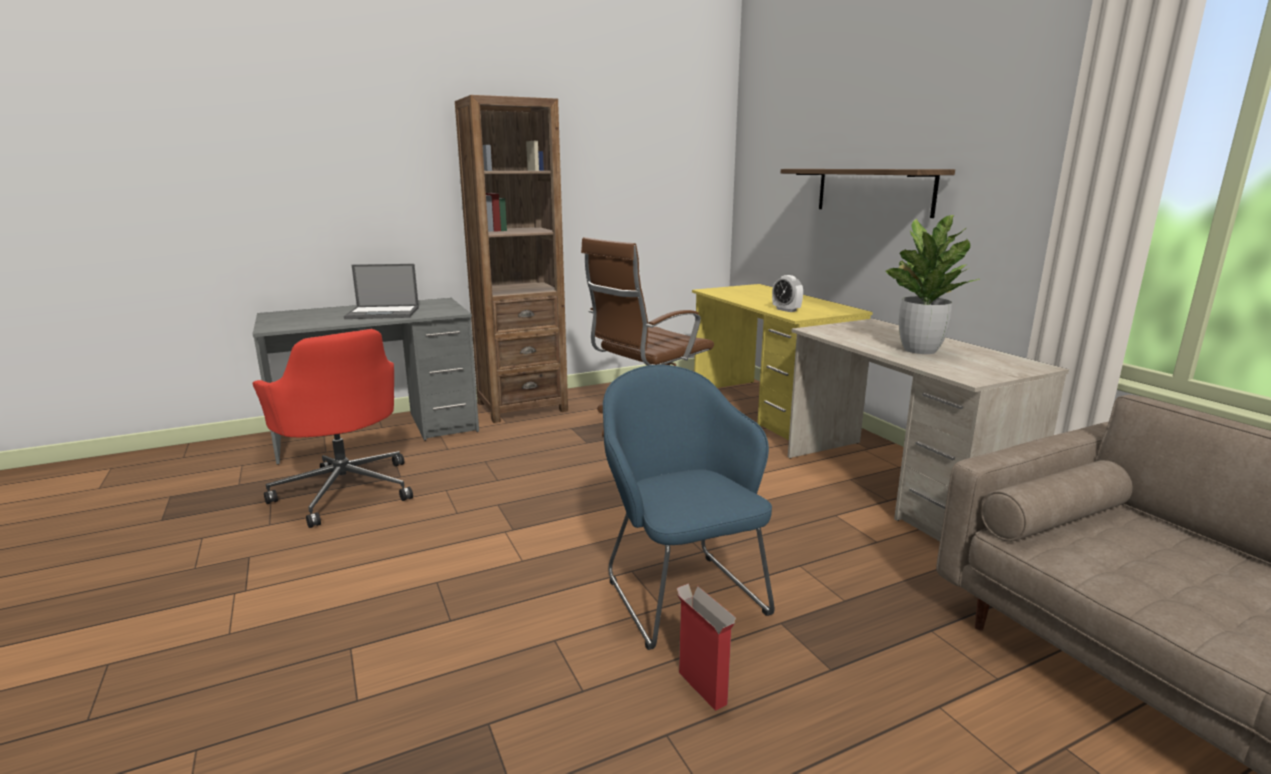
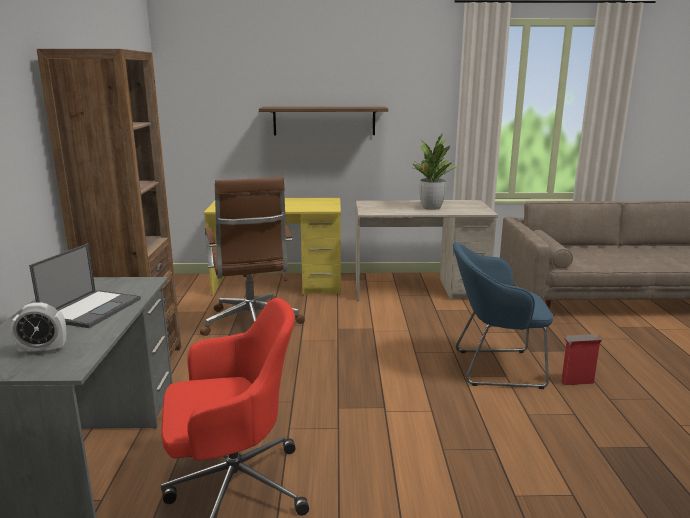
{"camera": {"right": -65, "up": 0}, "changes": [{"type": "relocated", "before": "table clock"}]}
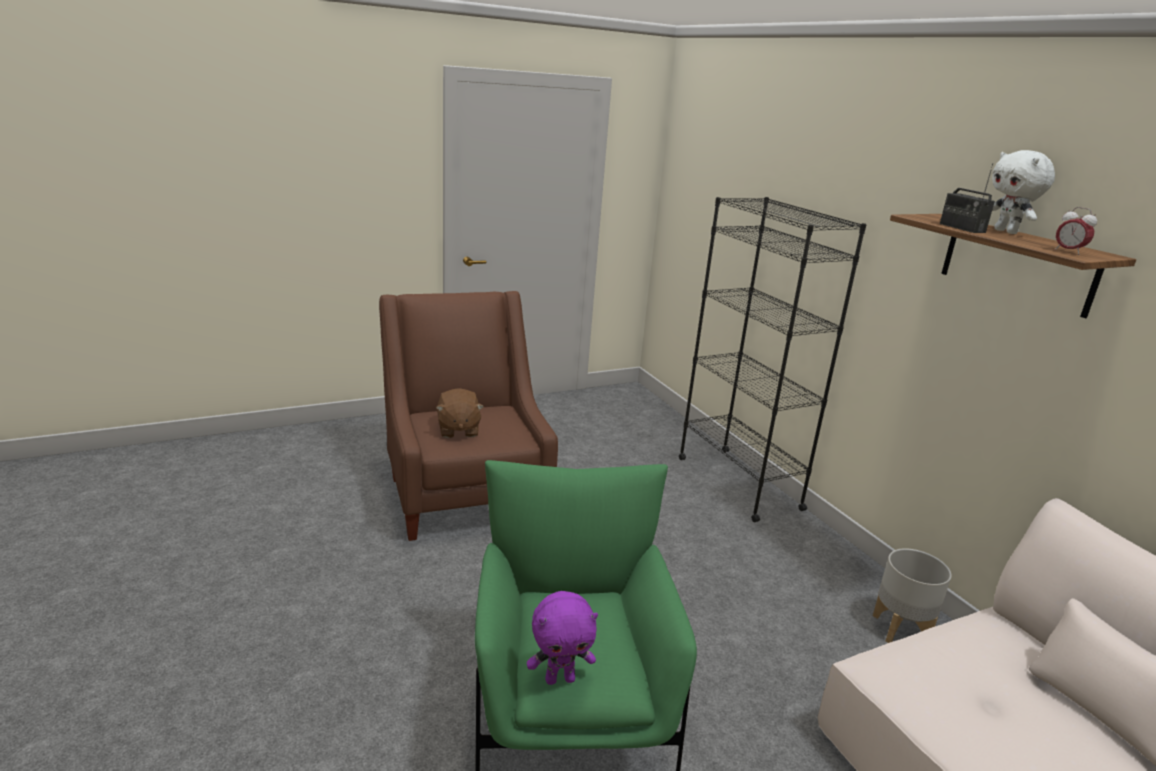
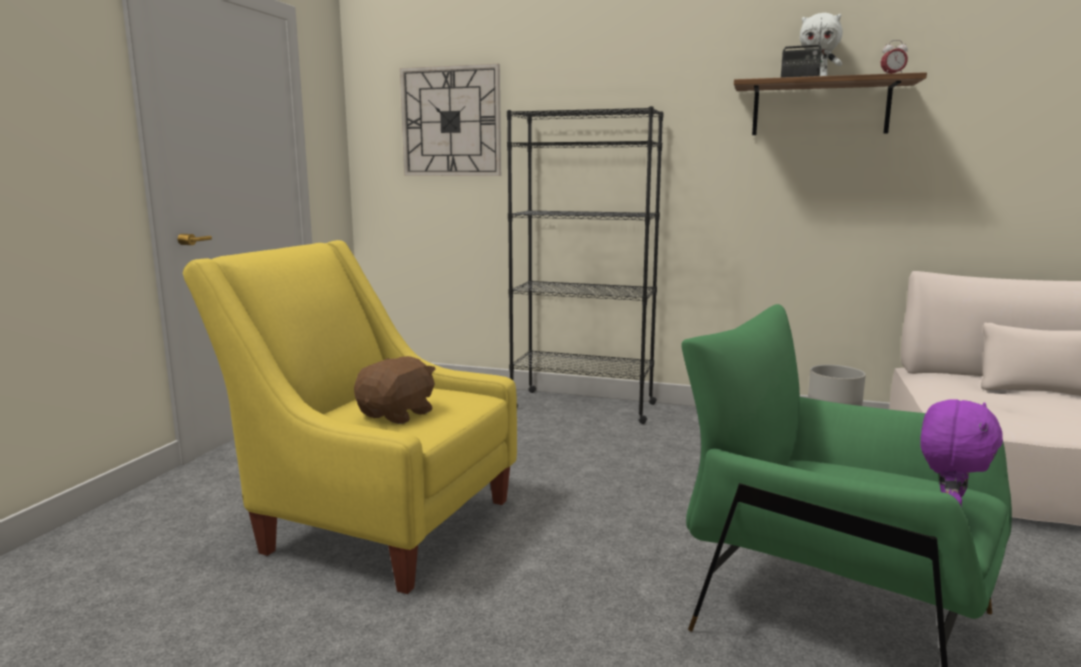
{"camera": {"right": -45, "up": -10}, "changes": [{"type": "colour", "before": "brown-coloured lounge chair", "after": "yellow-coloured lounge chair"}, {"type": "spun", "before": "brown-coloured soft toy", "turn": -90}, {"type": "appeared", "after": "clock on the wall"}]}
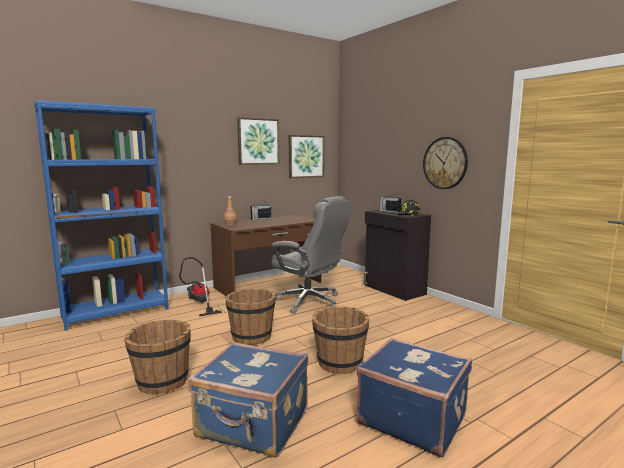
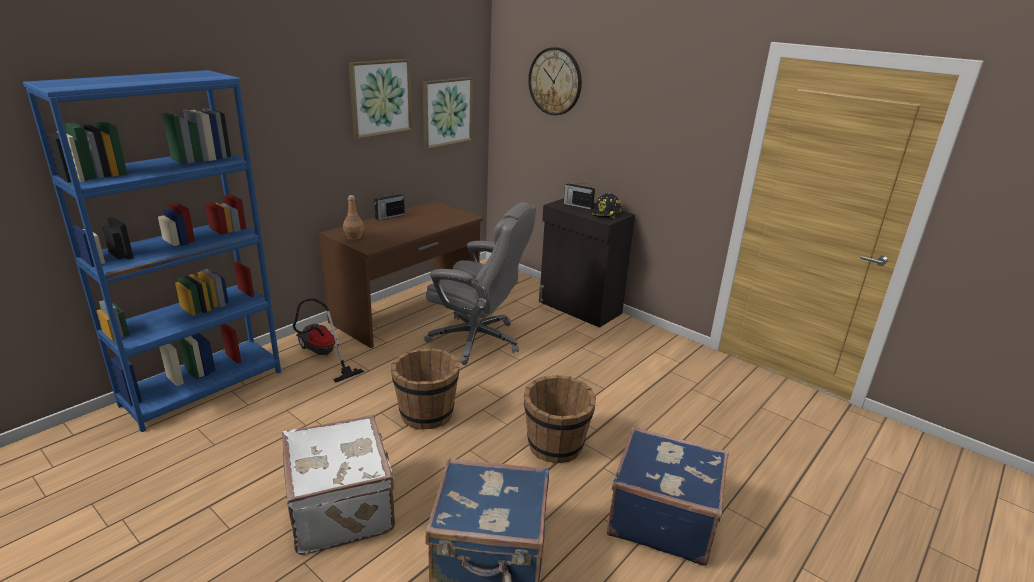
{"camera": {"right": -15, "up": 15}, "changes": [{"type": "exchanged", "before": "brown-coloured bucket (no. 1 from left)", "after": "white travel case"}, {"type": "relocated", "before": "clock on the wall"}]}
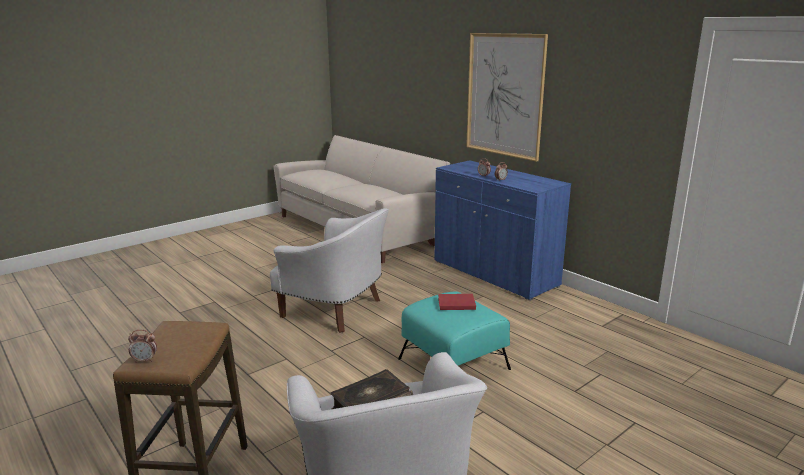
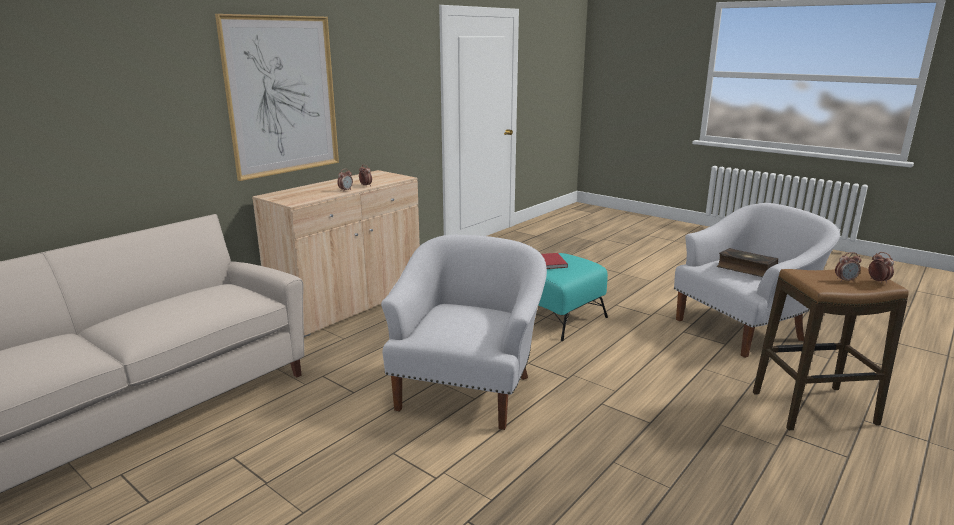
{"camera": {"right": -100, "up": 0}, "changes": [{"type": "colour", "before": "blue cupboard", "after": "beige-coloured cupboard"}, {"type": "appeared", "after": "table clock (no. 3 from left)"}]}
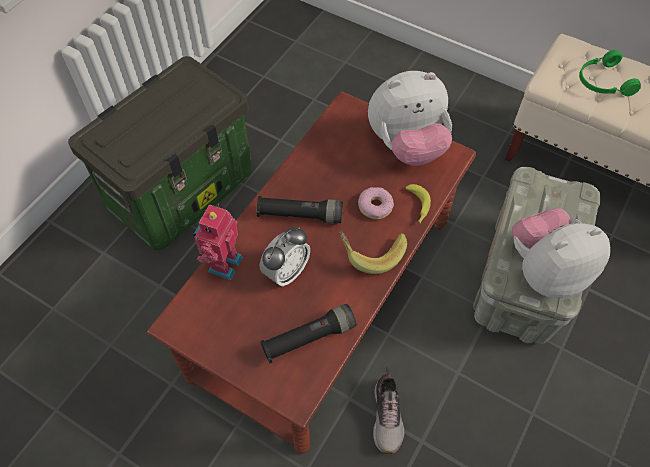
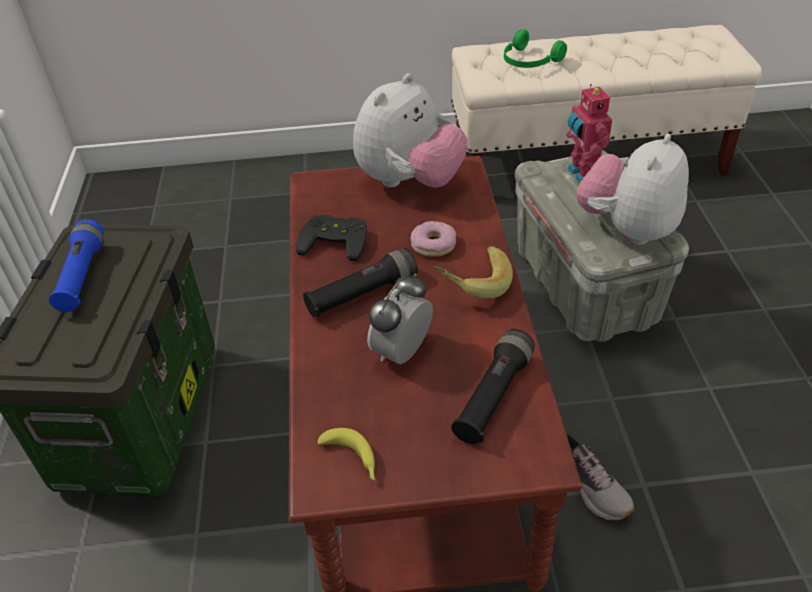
{"camera": {"right": -35, "up": -15}, "changes": [{"type": "relocated", "before": "robot figure"}, {"type": "spun", "before": "table clock", "turn": -150}, {"type": "relocated", "before": "banana (no. 2 from left in the first image)", "after": "banana (no. 1 from left)"}, {"type": "appeared", "after": "blue hand torch"}, {"type": "appeared", "after": "blackish game controller"}]}
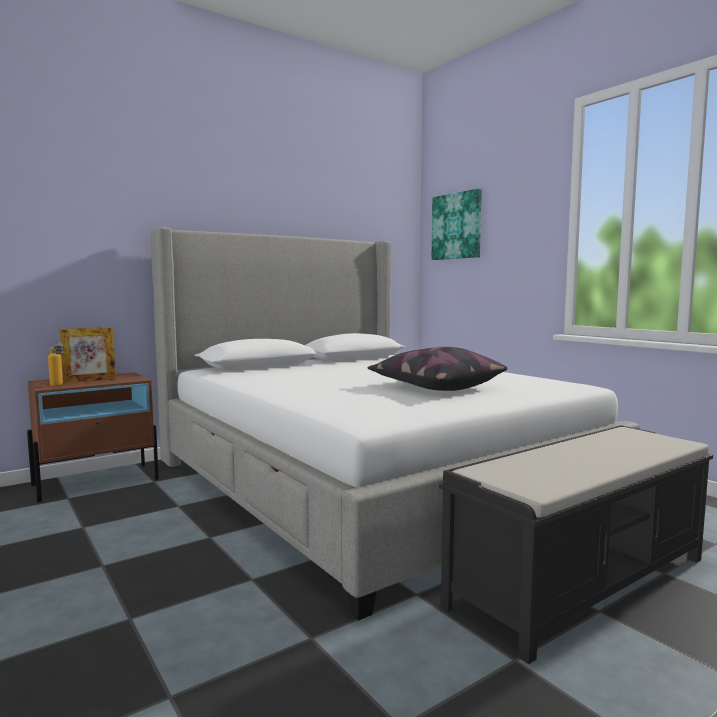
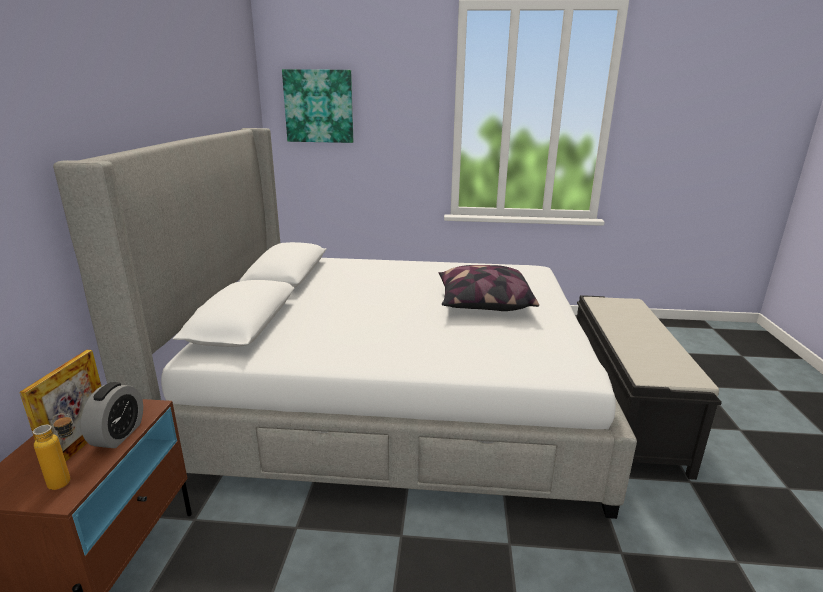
{"camera": {"right": -50, "up": 15}, "changes": [{"type": "appeared", "after": "table clock"}]}
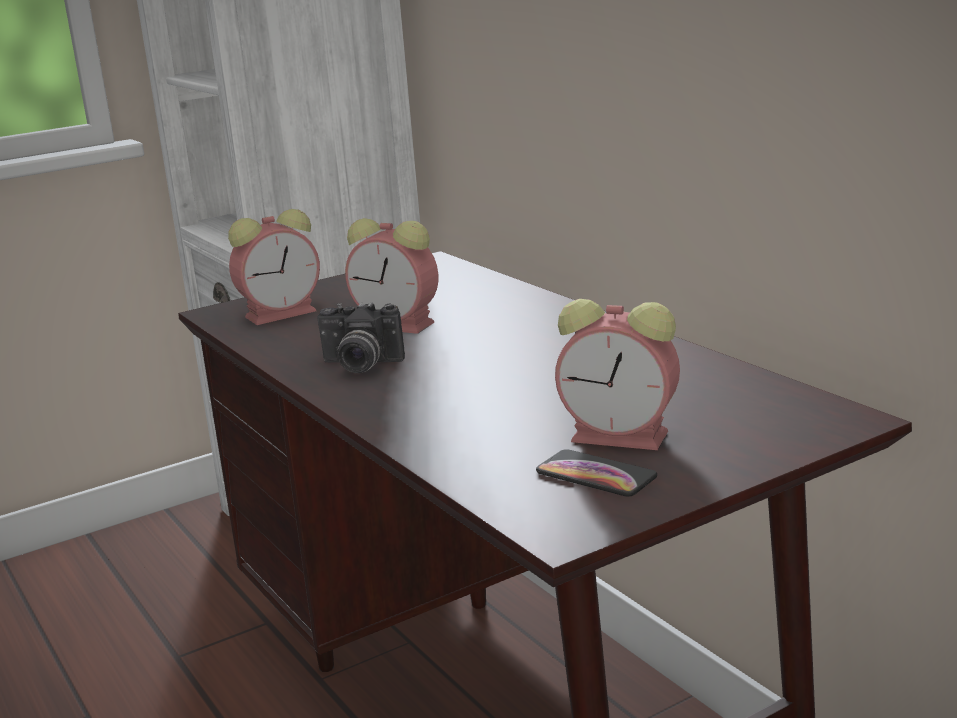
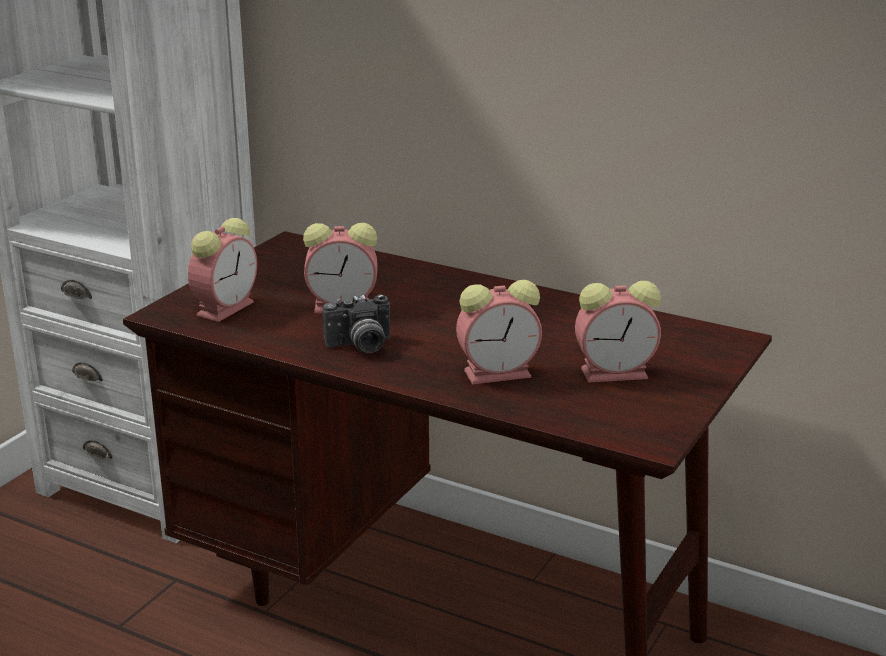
{"camera": {"right": -30, "up": 5}, "changes": [{"type": "missing", "before": "handset"}, {"type": "appeared", "after": "table clock (no. 3 from left)"}]}
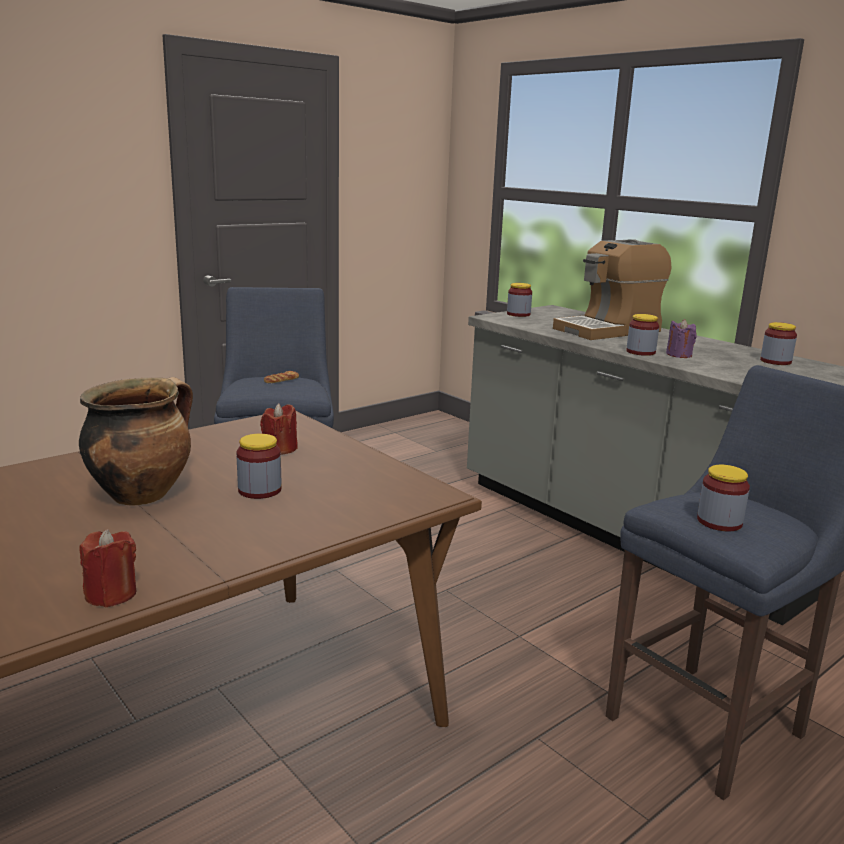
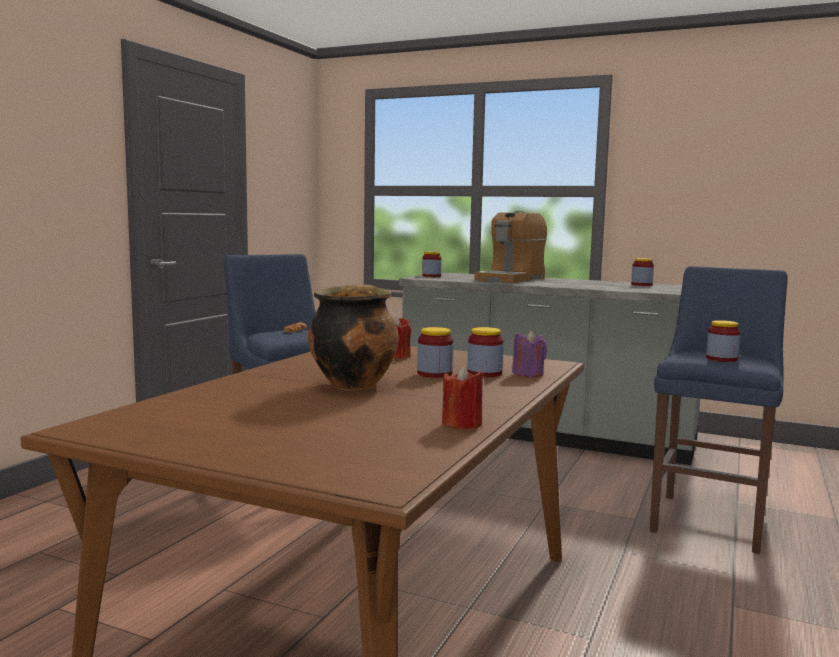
{"camera": {"right": -25, "up": -10}, "changes": [{"type": "relocated", "before": "preserve jar (no. 3 from left)"}, {"type": "relocated", "before": "purple-coloured wax light"}]}
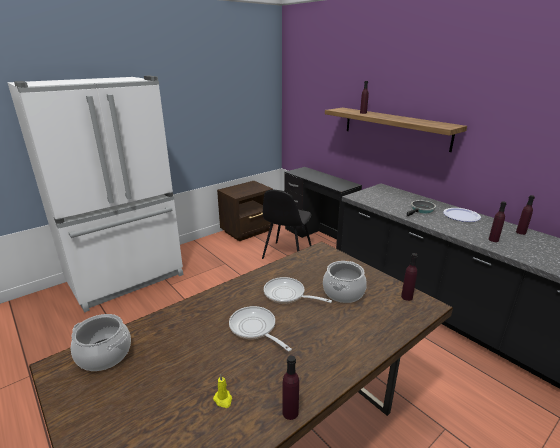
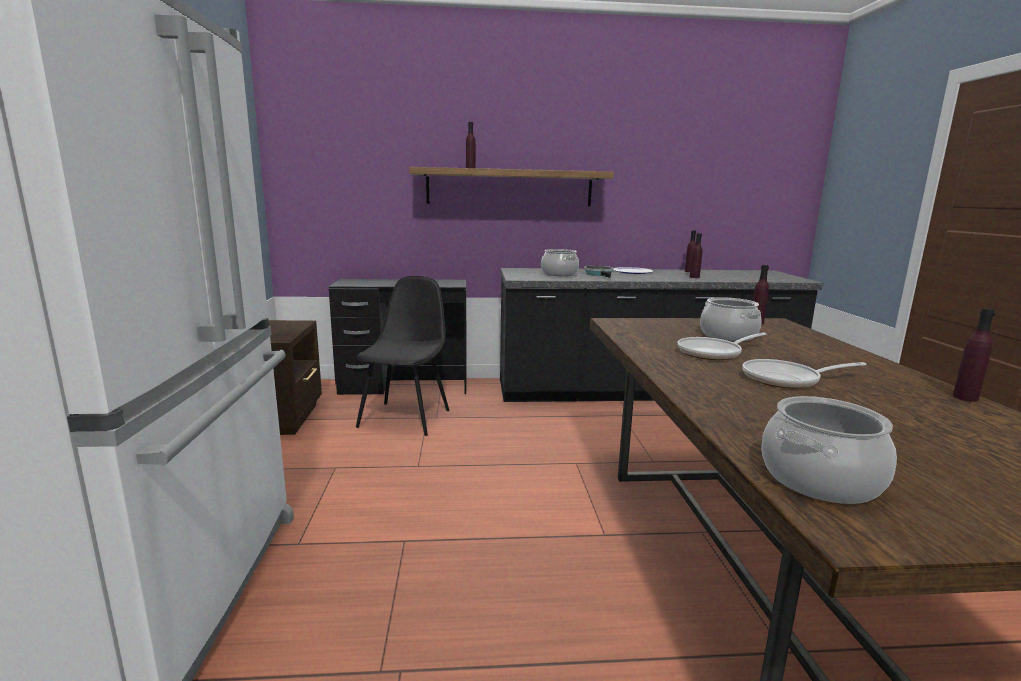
{"camera": {"right": -55, "up": -10}, "changes": [{"type": "missing", "before": "yellow-coloured wax light"}, {"type": "spun", "before": "blackish chair", "turn": -135}, {"type": "appeared", "after": "saucepot (no. 1 from left)"}]}
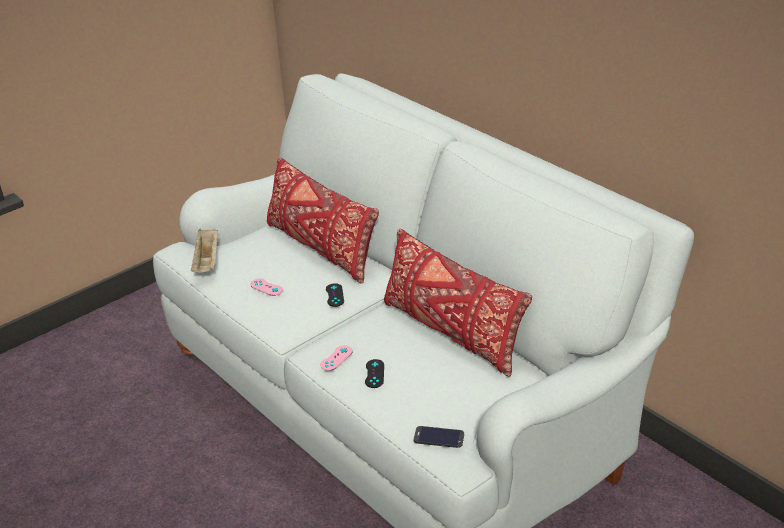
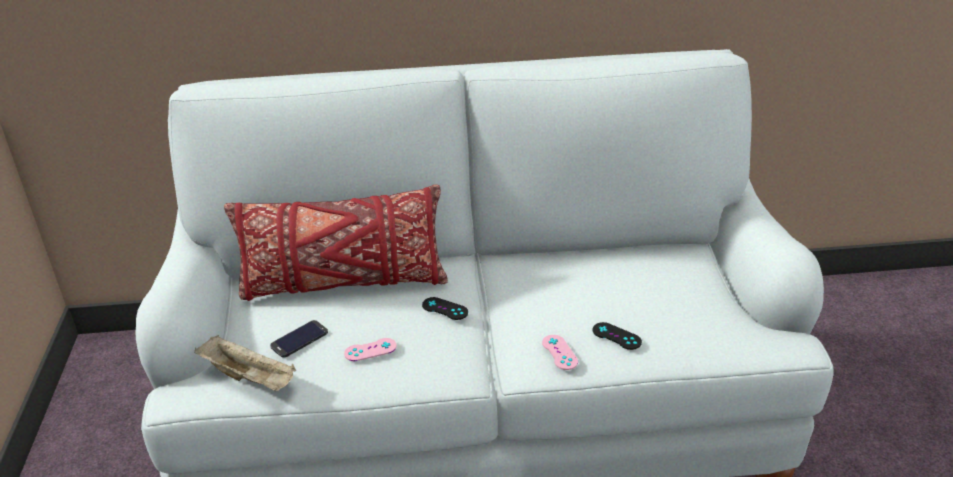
{"camera": {"right": -55, "up": 0}, "changes": [{"type": "missing", "before": "red throw pillow (no. 2 from left)"}, {"type": "relocated", "before": "handset"}]}
